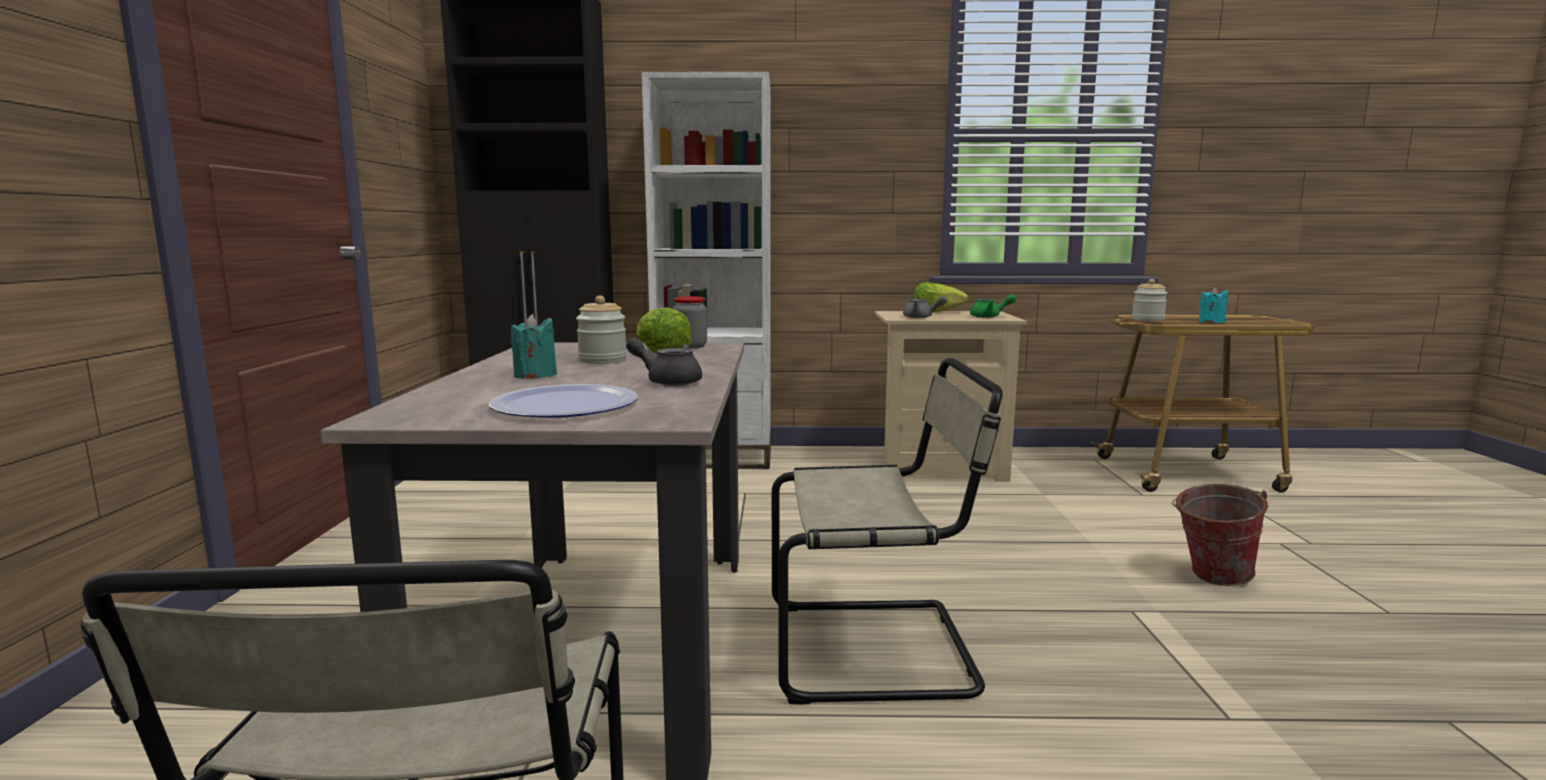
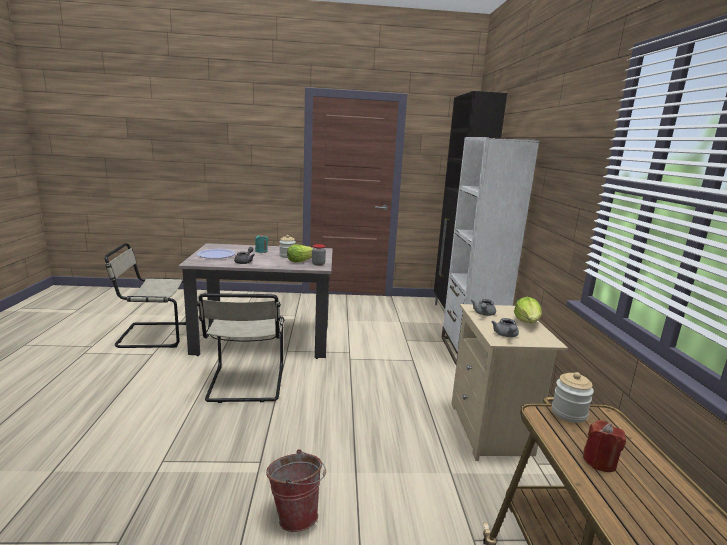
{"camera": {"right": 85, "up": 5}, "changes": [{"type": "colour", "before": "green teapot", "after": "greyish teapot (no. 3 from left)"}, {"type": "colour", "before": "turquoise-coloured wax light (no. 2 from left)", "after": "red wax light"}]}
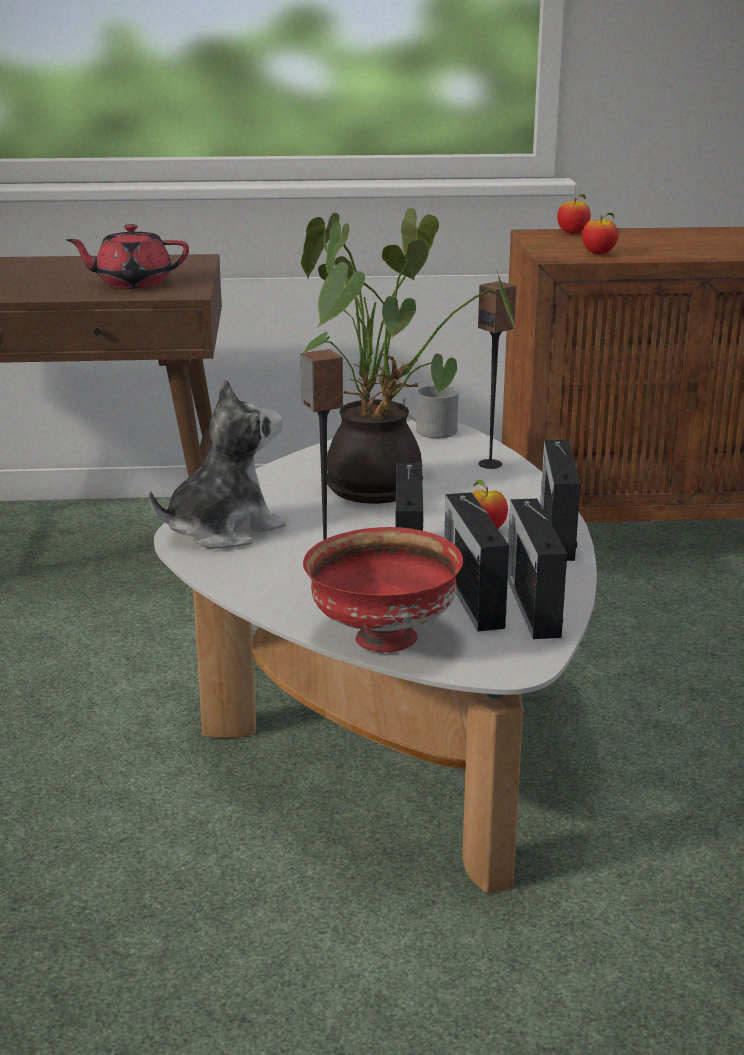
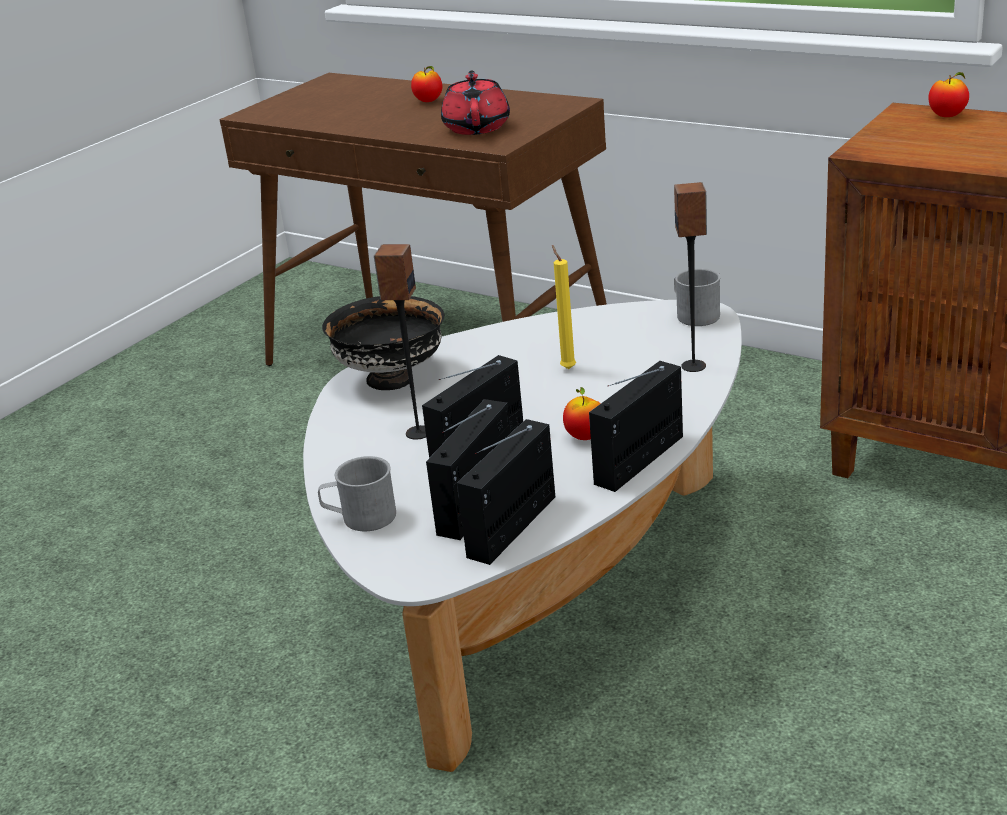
{"camera": {"right": 40, "up": 5}, "changes": [{"type": "spun", "before": "red teapot", "turn": 60}, {"type": "exchanged", "before": "soft toy", "after": "blackish serving bowl"}, {"type": "exchanged", "before": "plant in a pot", "after": "yellow-coloured wax light"}, {"type": "exchanged", "before": "red serving bowl", "after": "greyish coffee mug (no. 1 from left)"}, {"type": "relocated", "before": "apple (no. 3 from left in the first image)", "after": "apple (no. 1 from left)"}]}
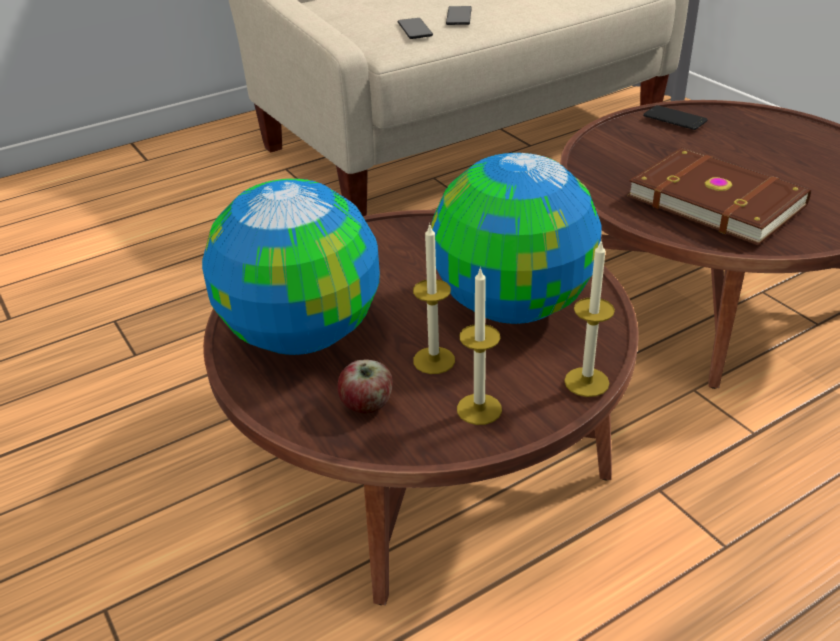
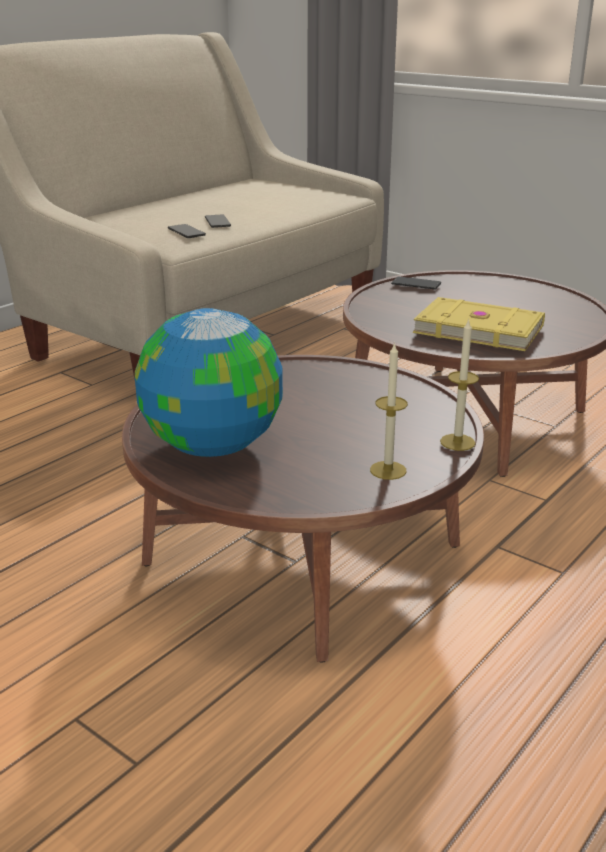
{"camera": {"right": -20, "up": -10}, "changes": [{"type": "missing", "before": "apple"}, {"type": "missing", "before": "wax light (no. 1 from left)"}, {"type": "missing", "before": "globe (no. 2 from left)"}, {"type": "colour", "before": "brown-coloured bound book", "after": "yellow-coloured bound book"}]}
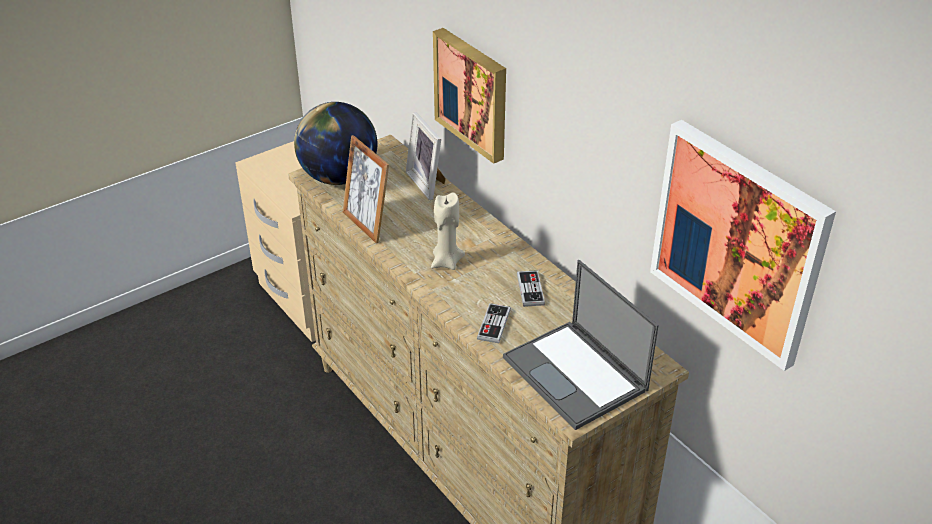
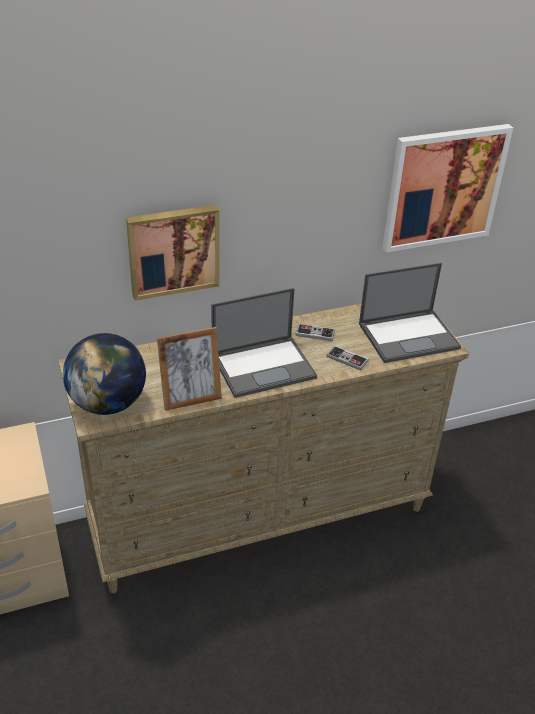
{"camera": {"right": -75, "up": 0}, "changes": [{"type": "missing", "before": "standing frame (no. 2 from left)"}, {"type": "exchanged", "before": "beige-coloured wax light", "after": "portable computer (no. 1 from left)"}]}
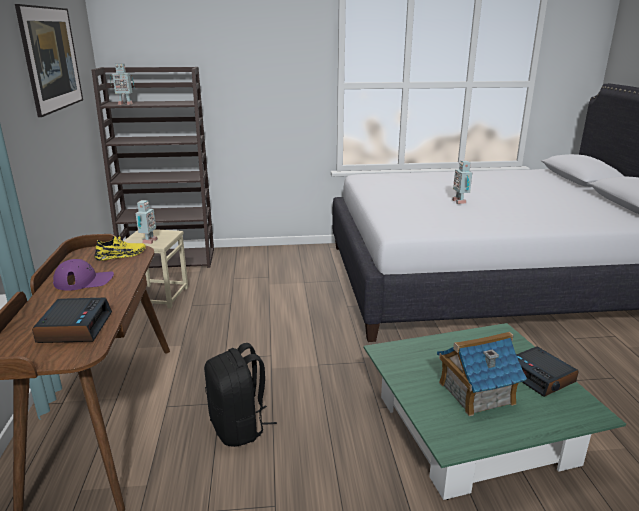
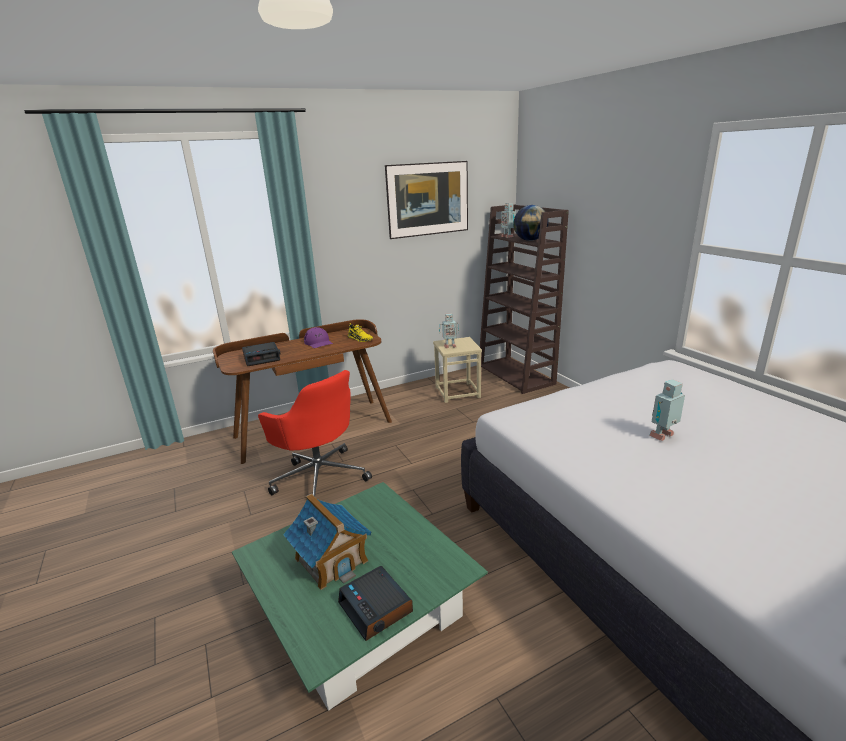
{"camera": {"right": 70, "up": 0}, "changes": [{"type": "exchanged", "before": "blackish knapsack", "after": "red desk chair"}, {"type": "spun", "before": "table clock (no. 2 from left)", "turn": -75}, {"type": "appeared", "after": "globe"}]}
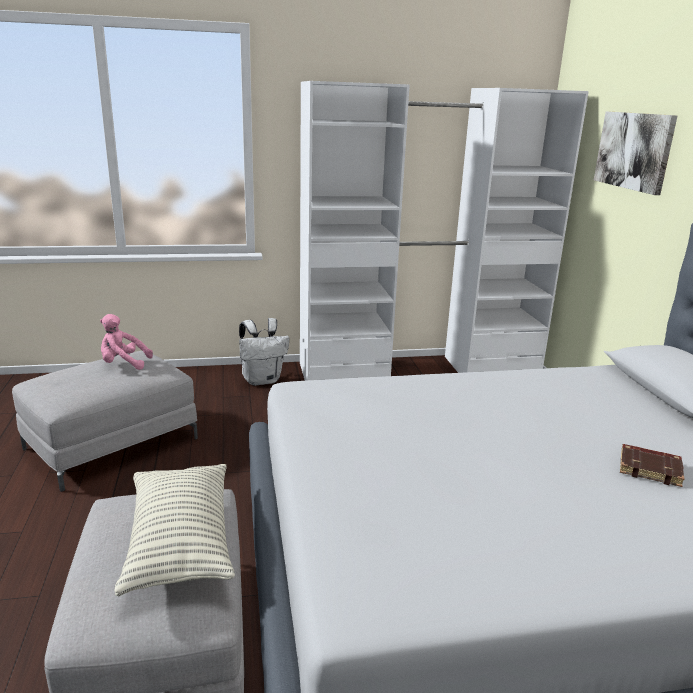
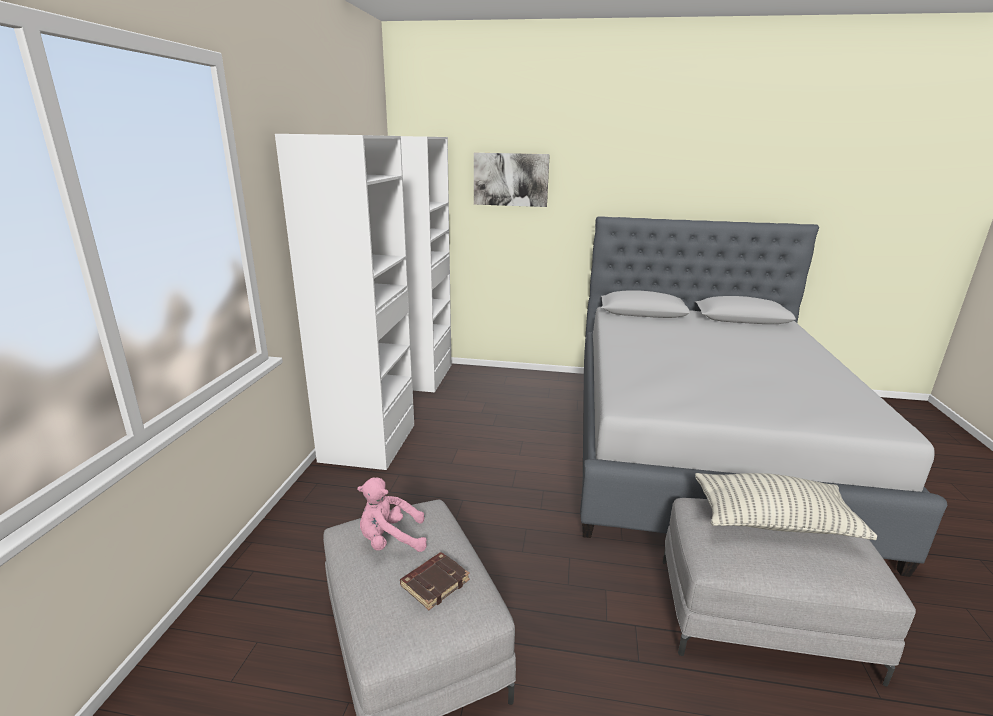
{"camera": {"right": -70, "up": 0}, "changes": [{"type": "spun", "before": "pink-coloured soft toy", "turn": 60}, {"type": "missing", "before": "white knapsack"}, {"type": "relocated", "before": "brown-coloured bound book"}]}
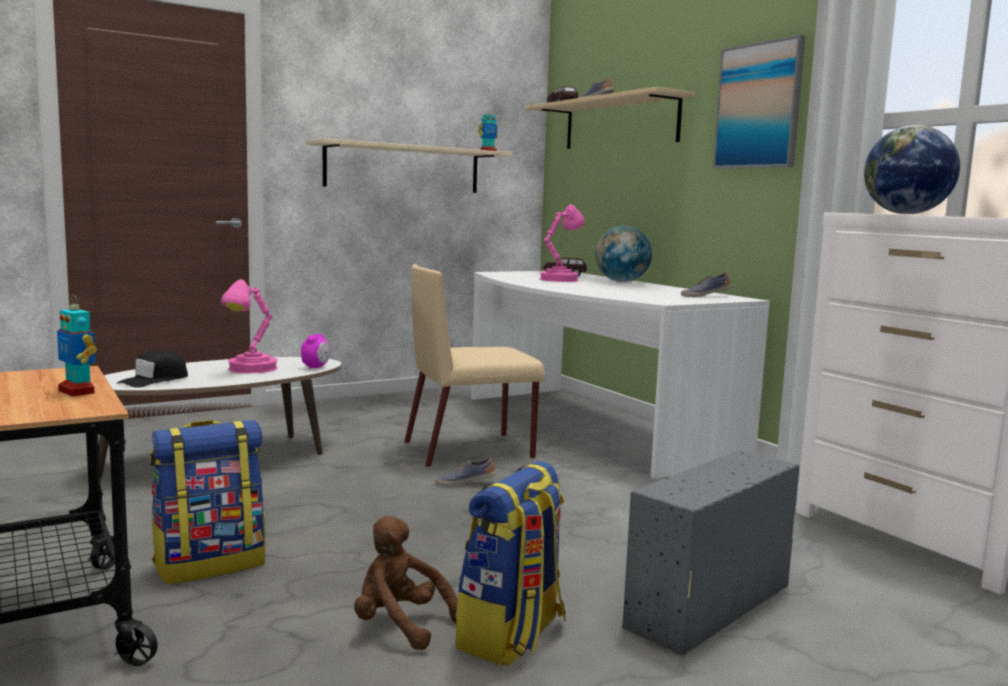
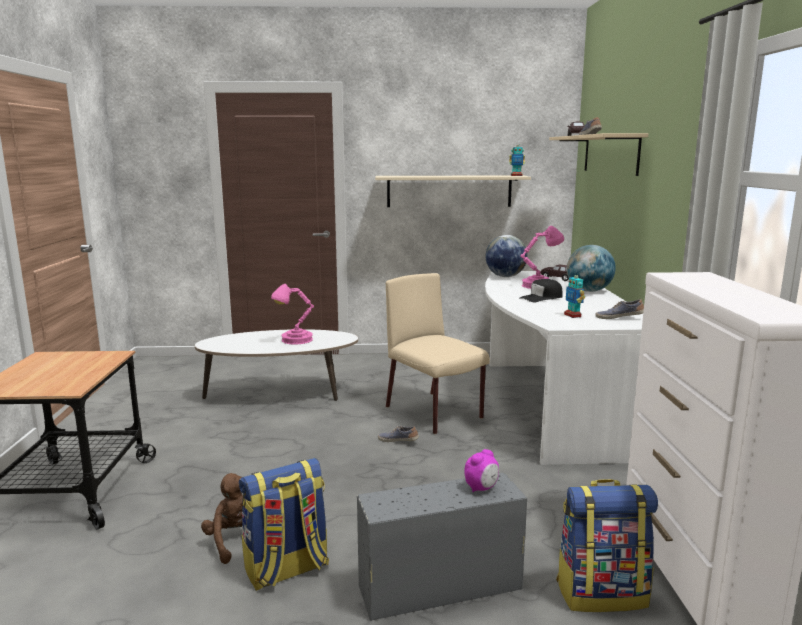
{"camera": {"right": 30, "up": 5}, "changes": [{"type": "relocated", "before": "robot figure (no. 1 from left in the first image)", "after": "robot figure (no. 2 from left)"}, {"type": "relocated", "before": "blackish peaked cap"}, {"type": "relocated", "before": "knapsack (no. 1 from left in the first image)", "after": "knapsack (no. 2 from left)"}, {"type": "relocated", "before": "table clock"}, {"type": "spun", "before": "beige-coloured chair", "turn": 45}, {"type": "missing", "before": "wall art"}, {"type": "relocated", "before": "globe (no. 2 from left in the first image)", "after": "globe (no. 1 from left)"}]}
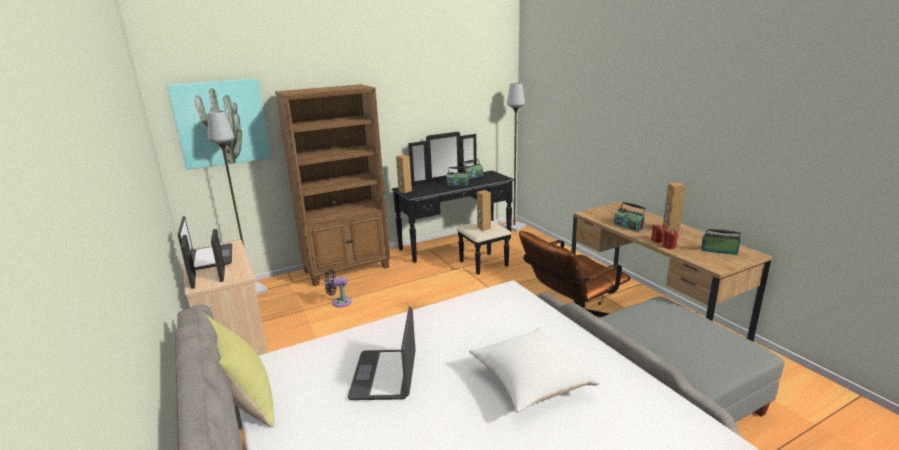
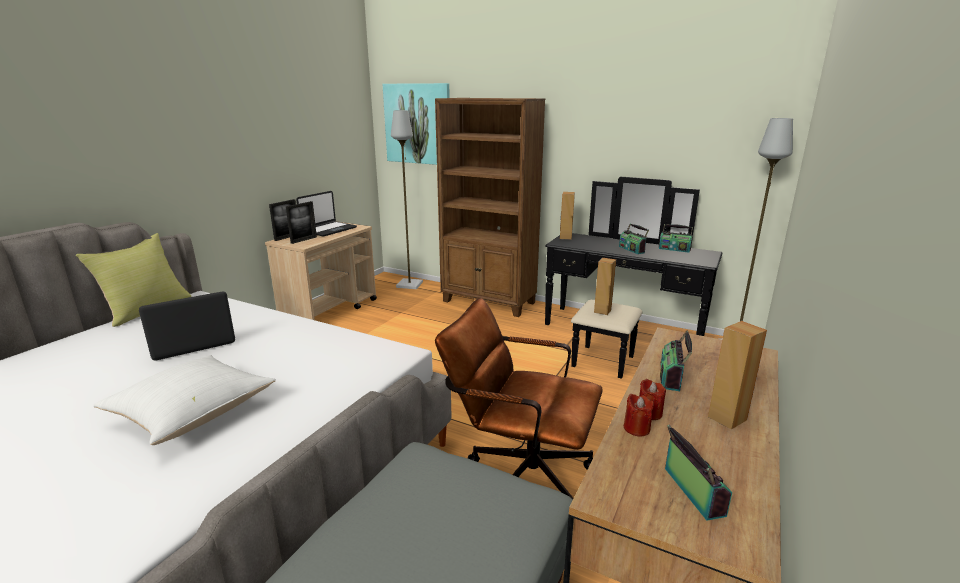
{"camera": {"right": 55, "up": 0}, "changes": [{"type": "missing", "before": "blackish cooling fan"}]}
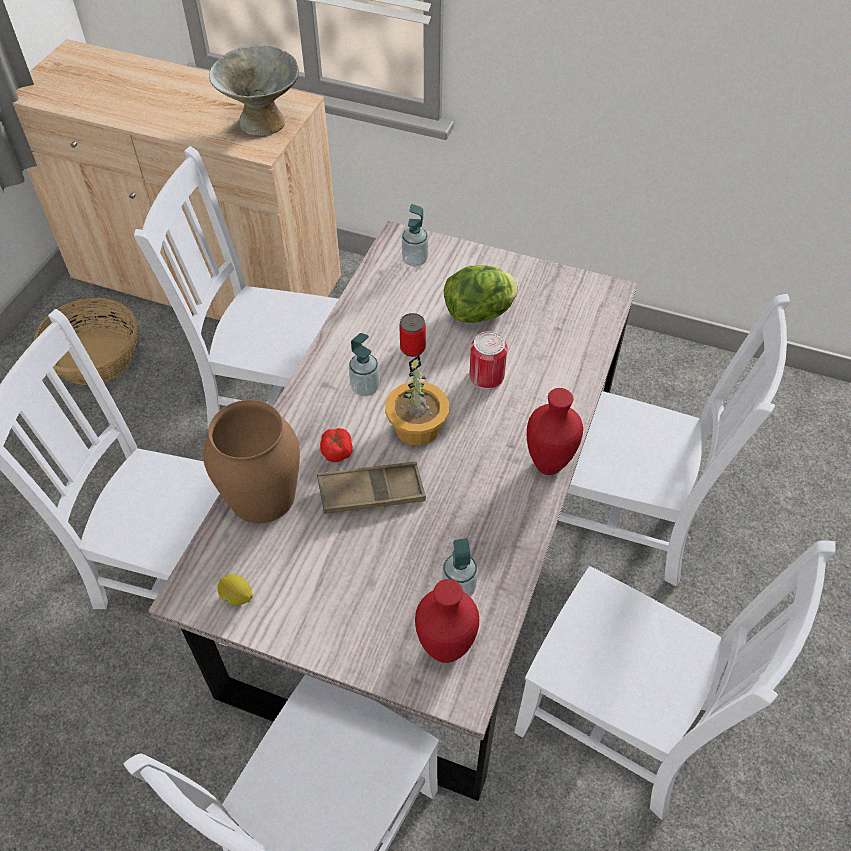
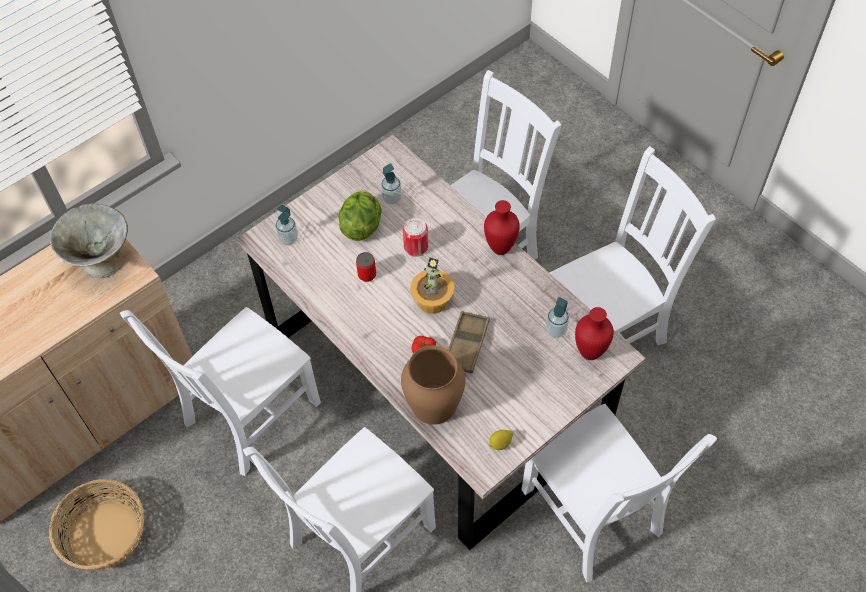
{"camera": {"right": -60, "up": 5}, "changes": [{"type": "relocated", "before": "soap bottle (no. 1 from left in the first image)", "after": "soap bottle (no. 2 from left)"}]}
